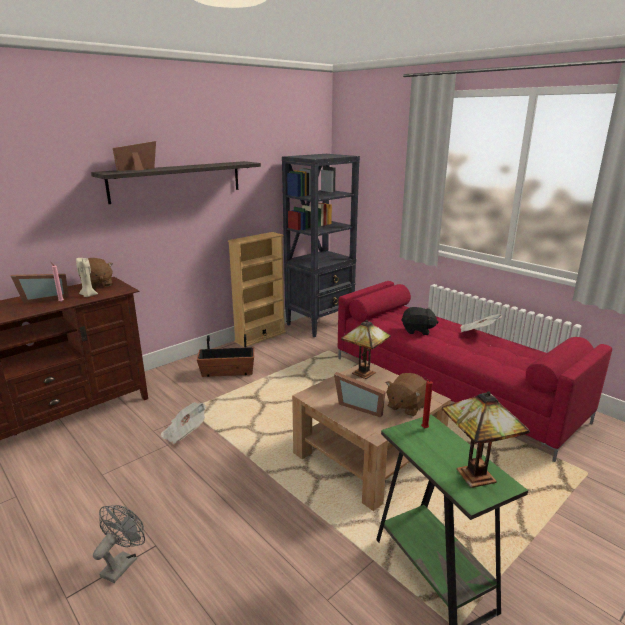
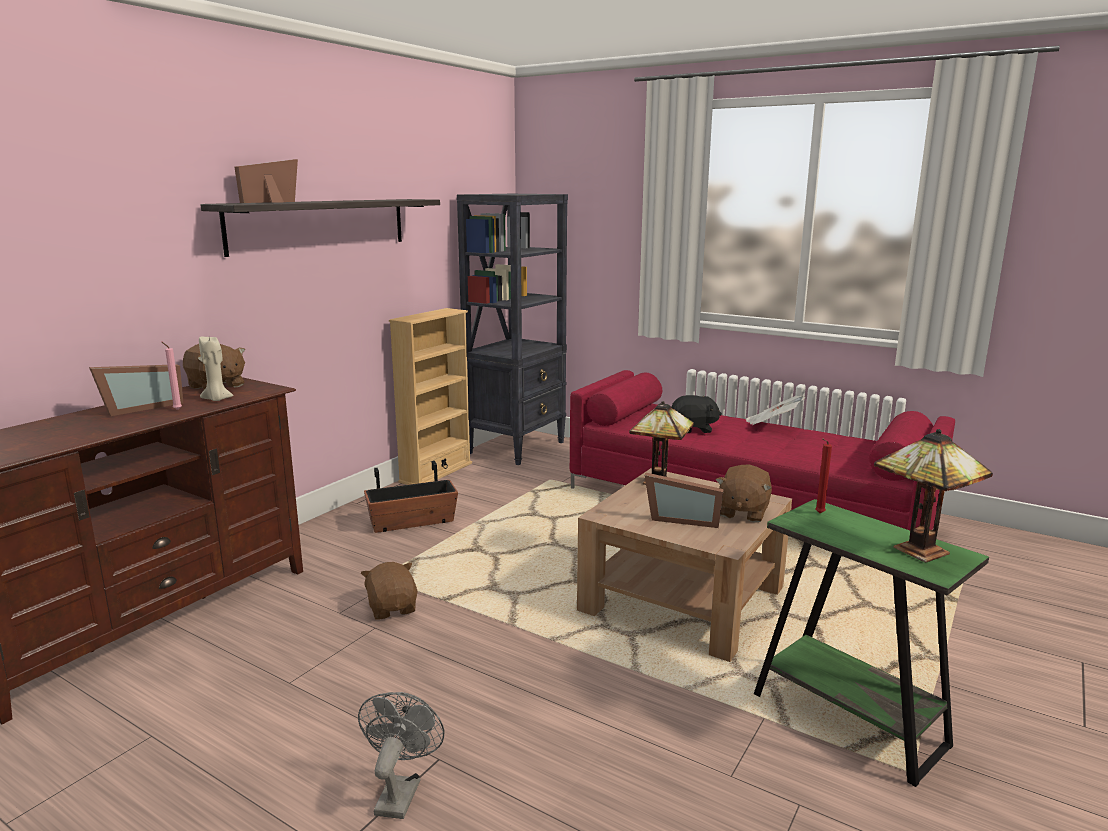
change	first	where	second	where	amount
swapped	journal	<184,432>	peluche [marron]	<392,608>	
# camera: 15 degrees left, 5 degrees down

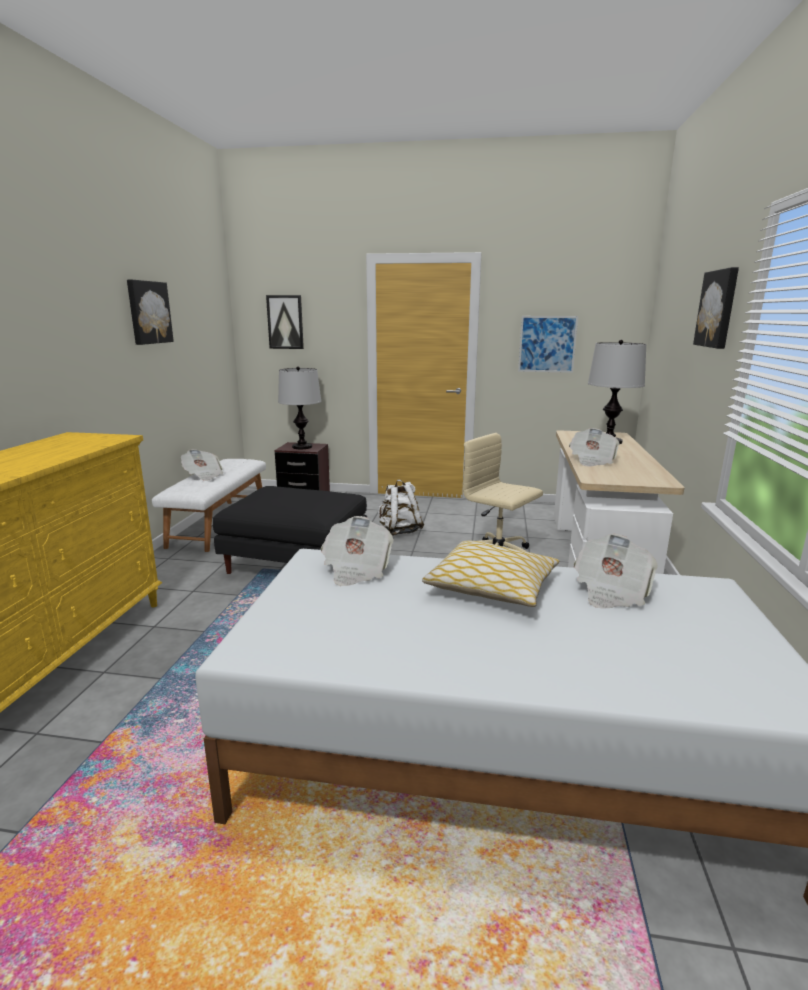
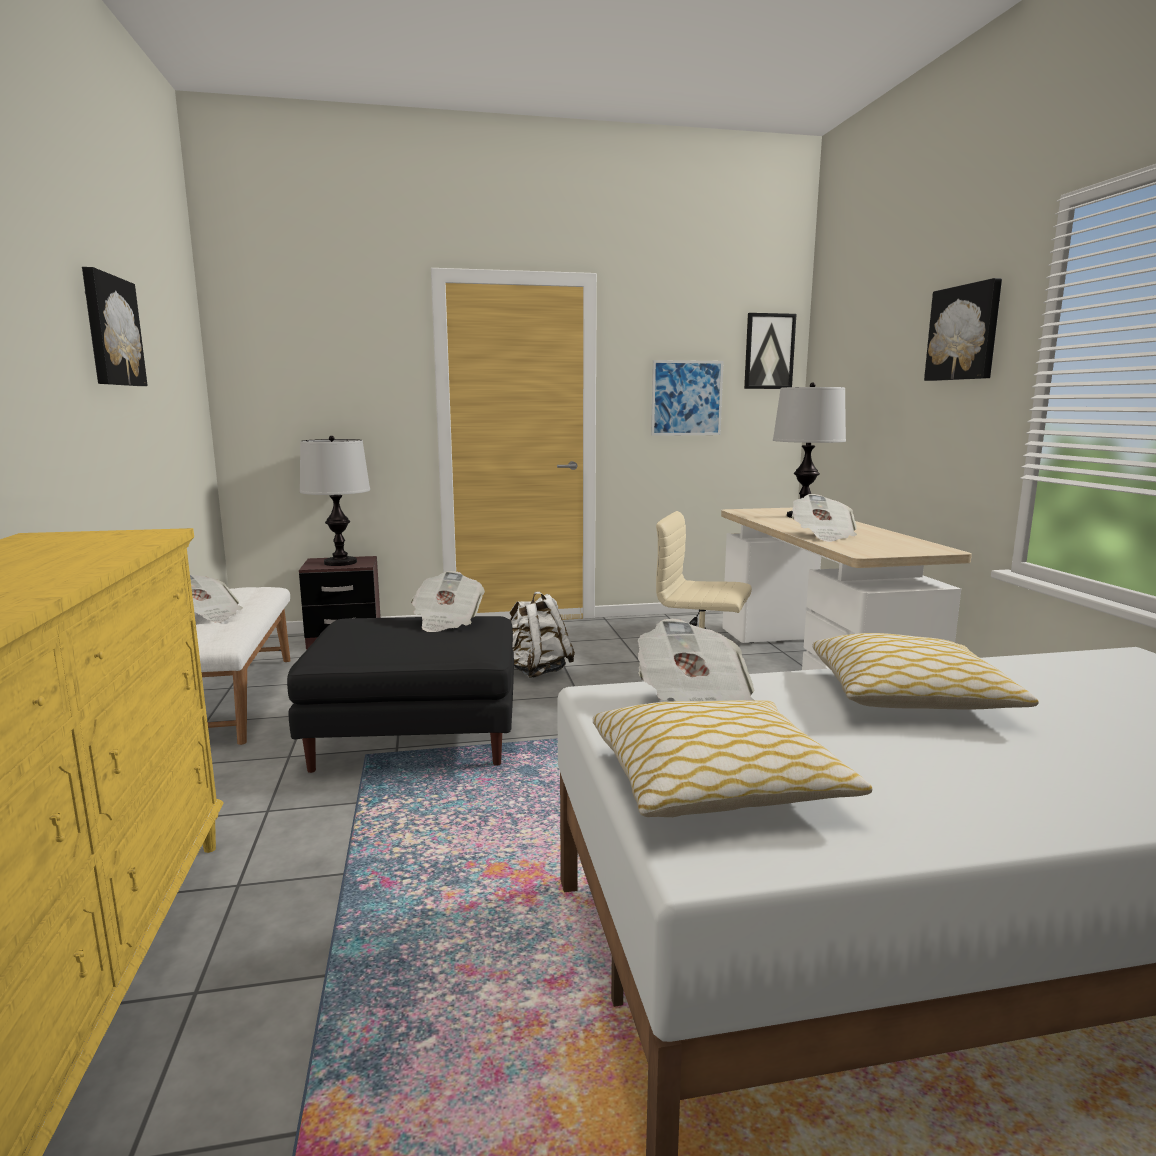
change	first	where	second	where	amount
shifted	journal	<610,591>		<447,621>	
new			coussin	<715,783>	
shifted	tableau	<285,322>		<769,351>	
# camera: 20 degrees left, 5 degrees down

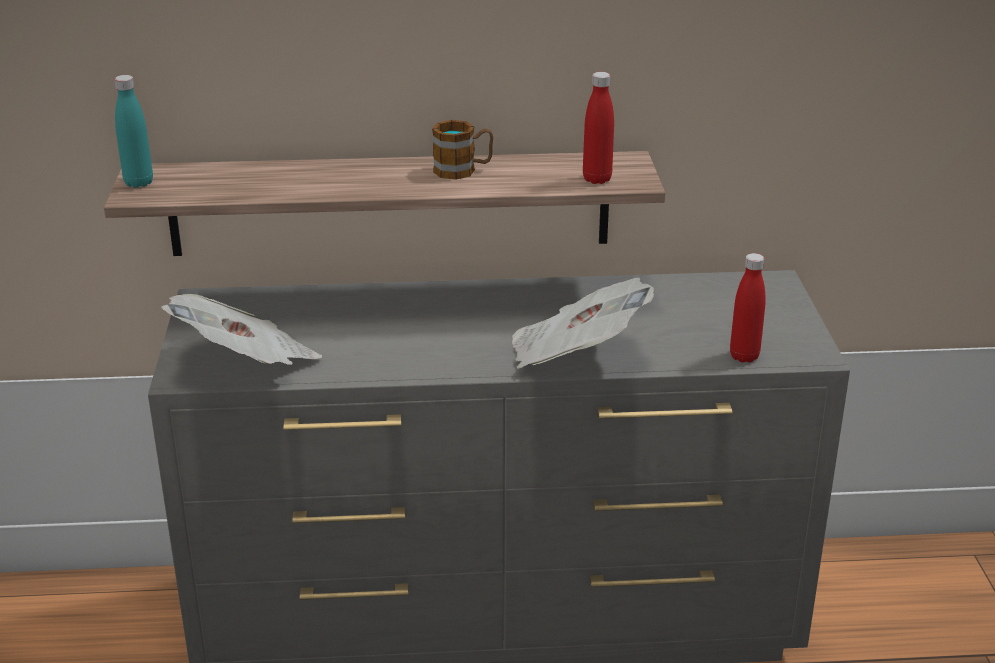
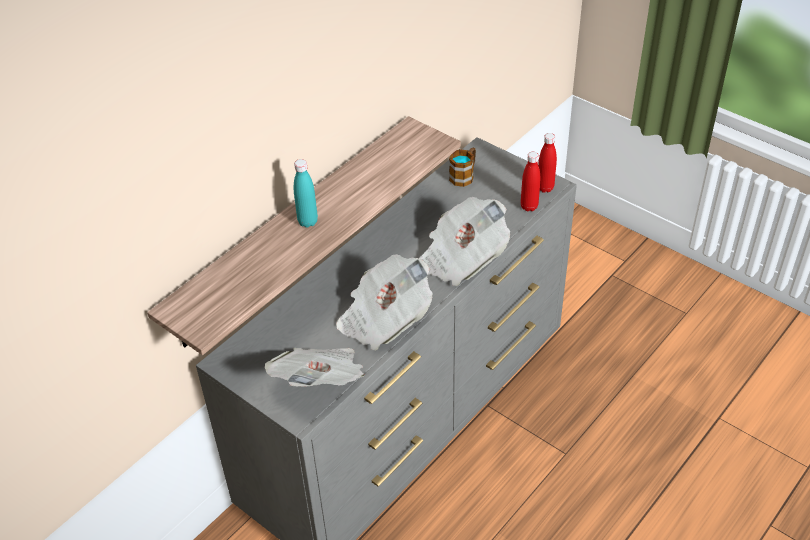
change	first	where	second	where	amount
shifted	bouteille [turquoise]	<138,183>		<308,222>	
new			journal	<384,319>	
shifted	mug	<463,170>		<464,175>	
shifted	bouteille [rouge]	<597,179>		<545,188>	
# camera: 45 degrees left, 15 degrees up

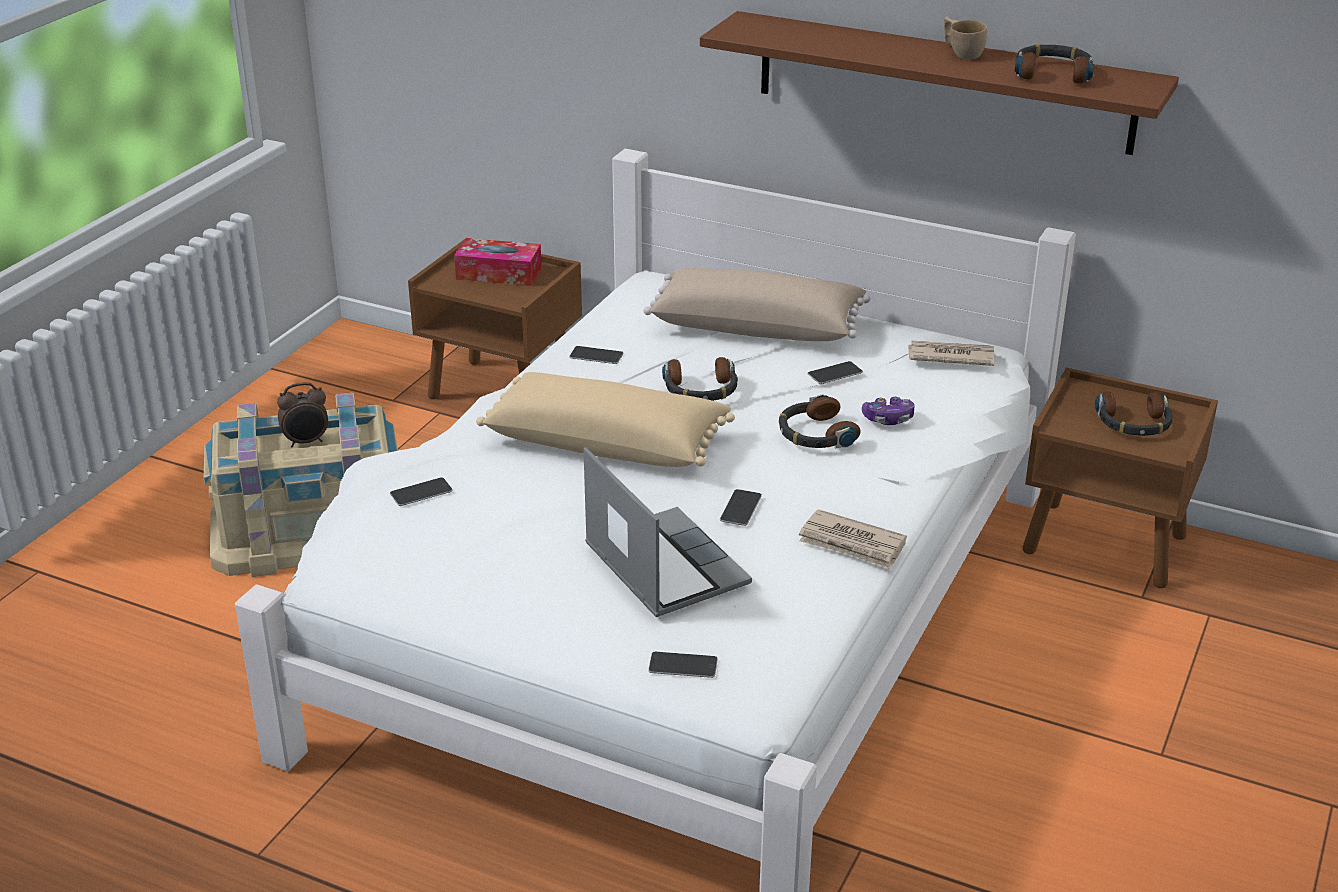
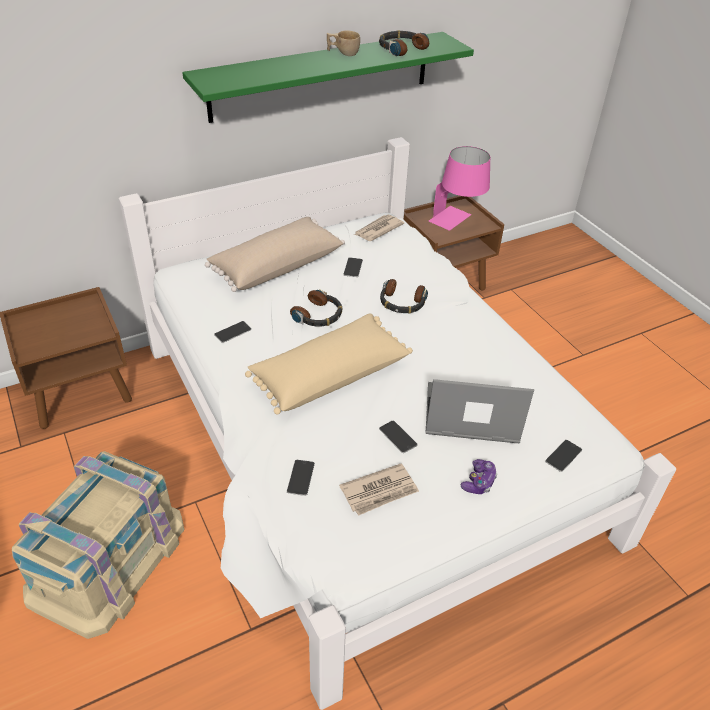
change	first	where	second	where	amount
repainted	étagère [marron]	<943,82>	étagère [vert]	<321,76>	
shifted	journal	<852,544>		<380,491>	
shifted	téléphone	<740,508>		<398,437>	
swapped	casque audio	<1133,424>	lampe de table [rose]	<457,221>	
shifted	manette	<888,419>		<478,482>	
gone	réveil	<306,442>			
gone	boîte à mouchoirs	<499,273>			
# camera: 55 degrees left, 10 degrees up

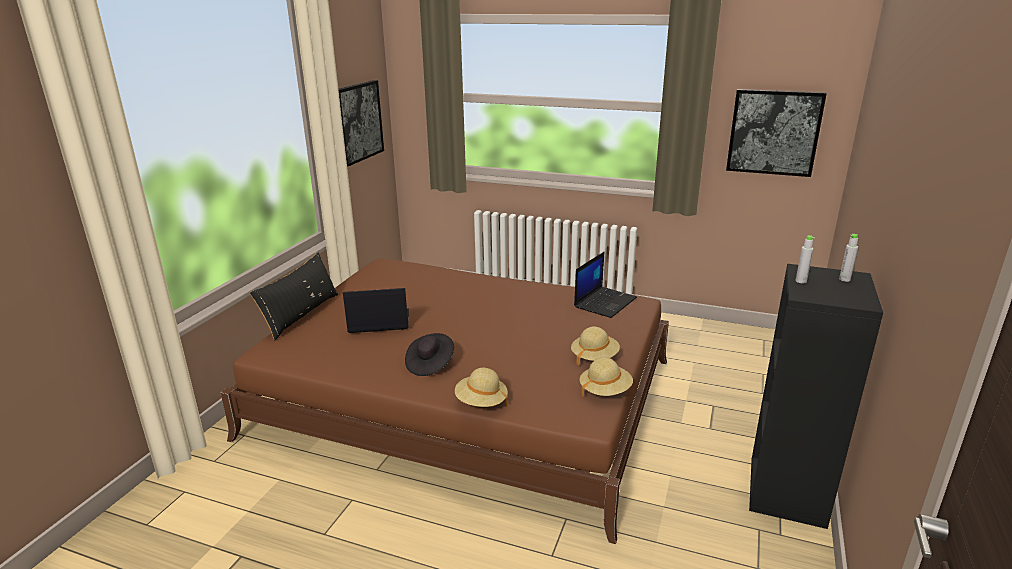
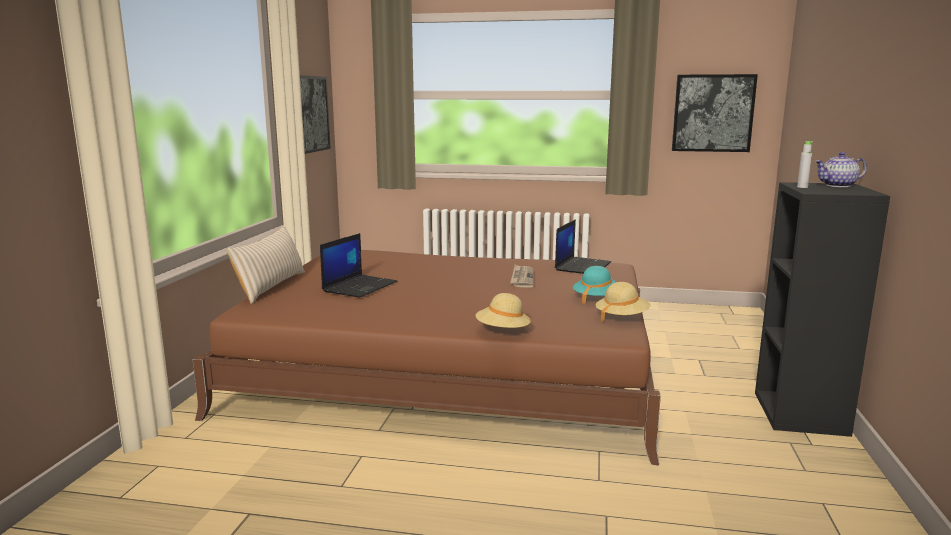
change	first	where	second	where	amount
repainted	coussin [noir]	<301,315>	coussin [beige]	<271,286>	
rotated	ordinateur portable	<378,322>		<360,286>	135 degrees clockwise
new			journal	<522,278>	
repainted	chapeau [beige]	<594,357>	chapeau [turquoise]	<596,298>	
swapped	bouteille [gris]	<844,279>	théière	<838,186>	
gone	chapeau [noir]	<430,364>			
# camera: 10 degrees left, 10 degrees down

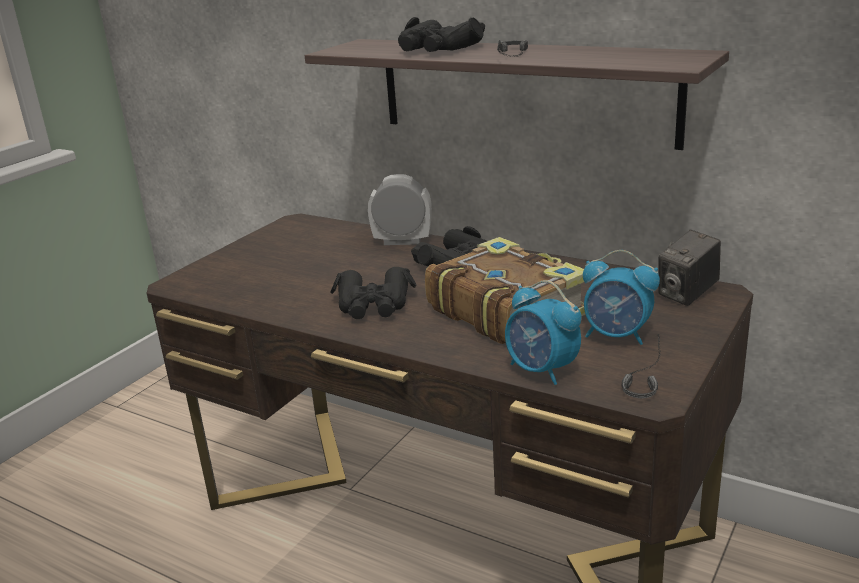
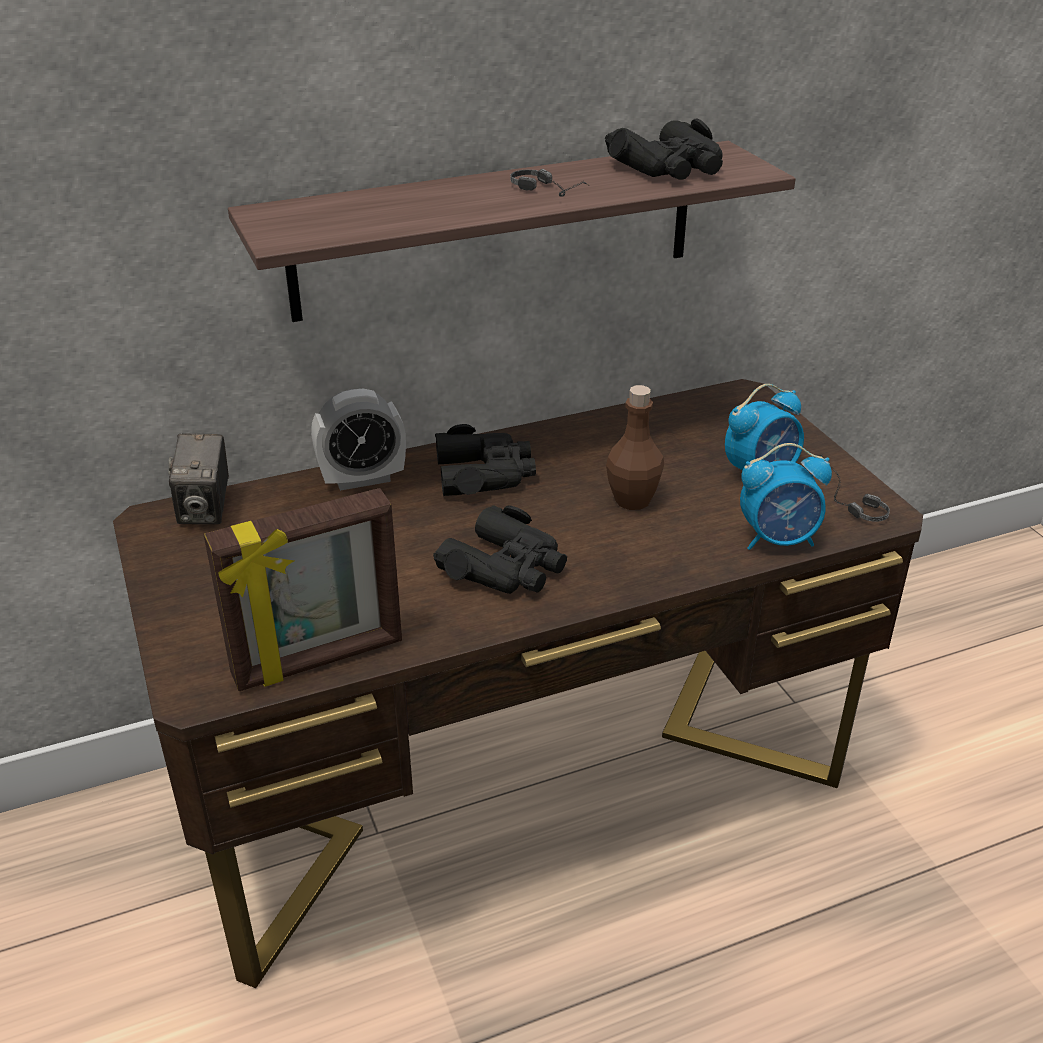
change	first	where	second	where	amount
shifted	appareil photo	<687,295>		<206,509>	
new			cadre photo	<319,660>	
rotated	réveil	<402,241>		<362,479>	150 degrees counterclockwise
shifted	jumelles [noir]	<437,49>		<669,168>	
swapped	livre	<506,309>	bouteille [marron]	<632,500>	
# camera: 55 degrees left, 10 degrees up

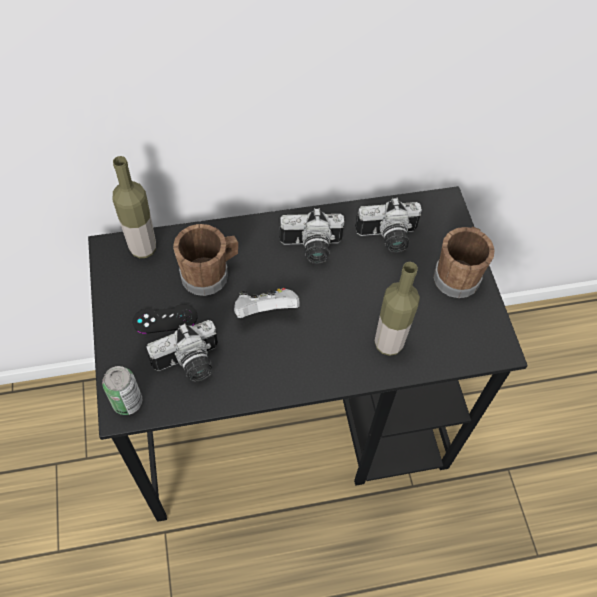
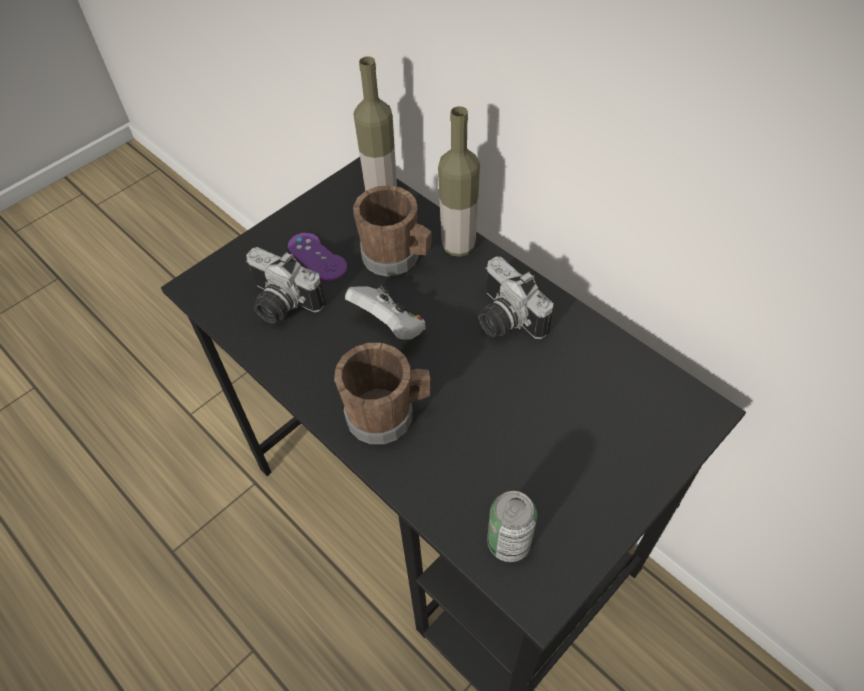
change	first	where	second	where	amount
repainted	manette [noir]	<165,319>	manette [violet]	<317,257>	
shifted	mug [marron]	<458,274>		<388,414>	
shifted	bouteille	<388,344>		<458,246>	
shifted	boîte métallique	<127,402>		<509,542>	
gone	appareil photo	<388,238>			
# camera: 60 degrees right, 5 degrees down

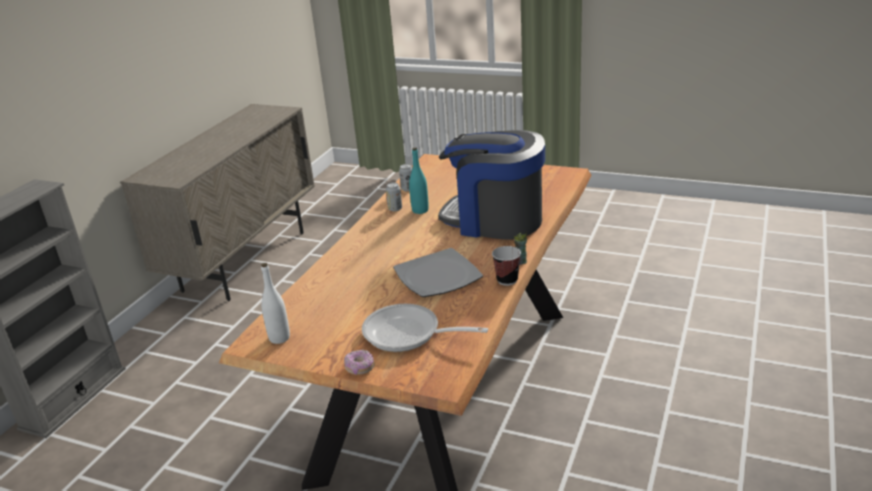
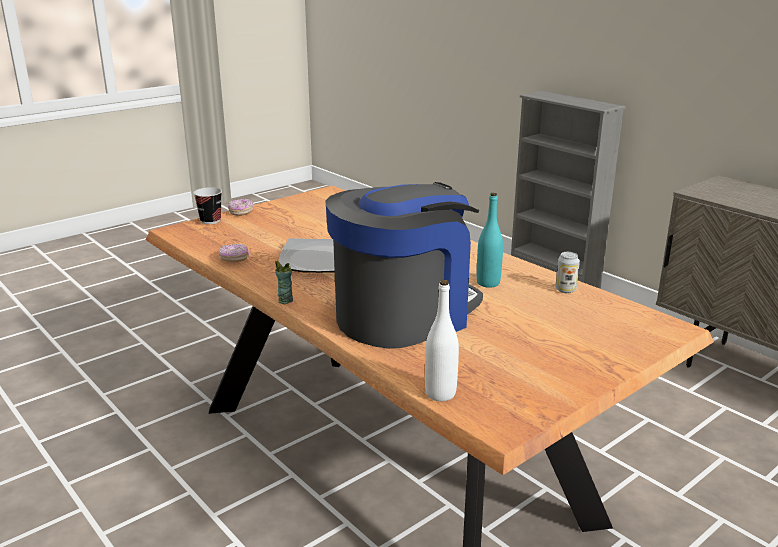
change	first	where	second	where	amount
shifted	tasse	<507,280>		<210,221>	
new			beignet	<234,259>	
shifted	bouteille [blanc]	<279,338>		<440,393>	
gone	poêle	<408,334>			
gone	boîte métallique	<395,209>			
# camera: 115 degrees right, 5 degrees down

